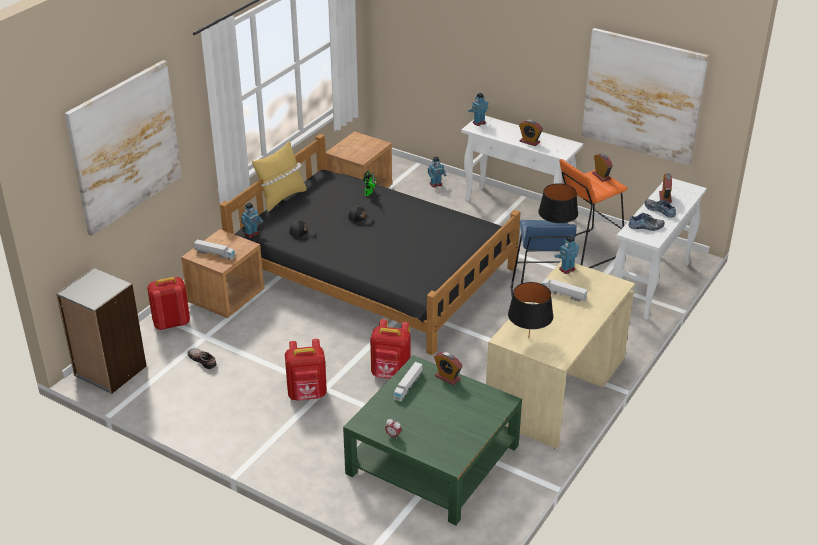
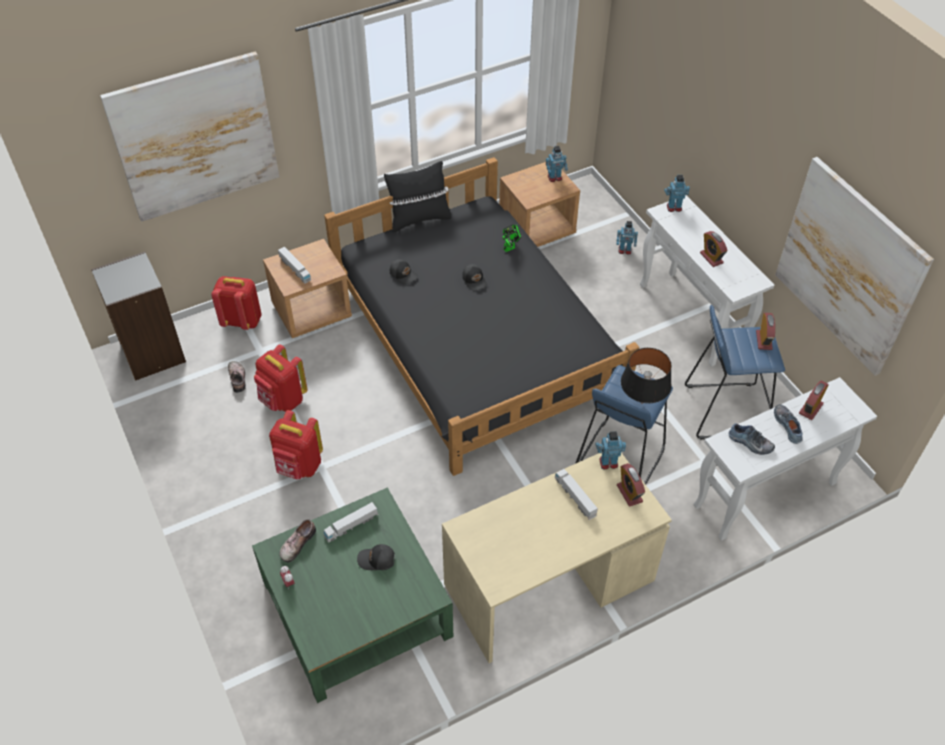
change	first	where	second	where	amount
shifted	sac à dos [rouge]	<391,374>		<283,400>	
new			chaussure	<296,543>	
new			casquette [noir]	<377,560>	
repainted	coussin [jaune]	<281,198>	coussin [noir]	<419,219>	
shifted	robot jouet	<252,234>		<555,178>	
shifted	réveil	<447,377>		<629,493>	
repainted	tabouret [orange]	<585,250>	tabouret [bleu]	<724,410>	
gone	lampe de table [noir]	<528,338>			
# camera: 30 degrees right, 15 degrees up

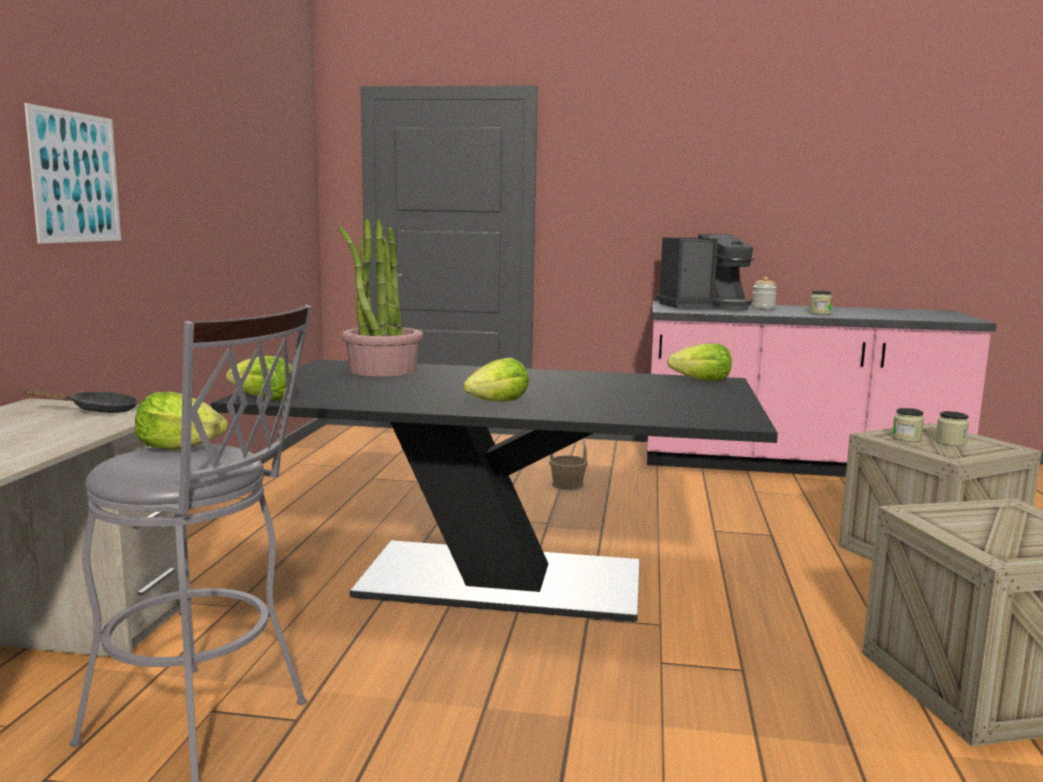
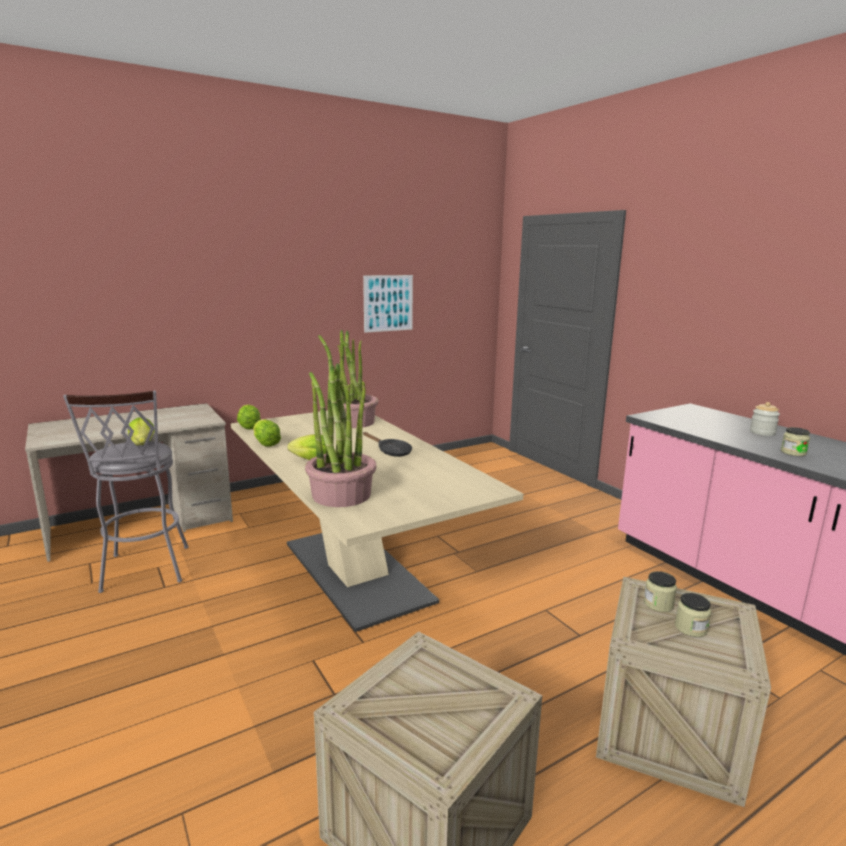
change	first	where	second	where	amount
repainted	table à manger [noir]	<502,581>	table à manger [beige]	<356,572>	
shifted	laitue	<702,381>		<266,444>	
new			plante en pot	<341,494>	
shifted	tableau	<75,177>		<388,303>	
shifted	poêle [noir]	<97,411>		<391,452>	
gone	panier	<568,485>			
gone	machine à café	<705,307>			
# camera: 50 degrees right, 5 degrees up

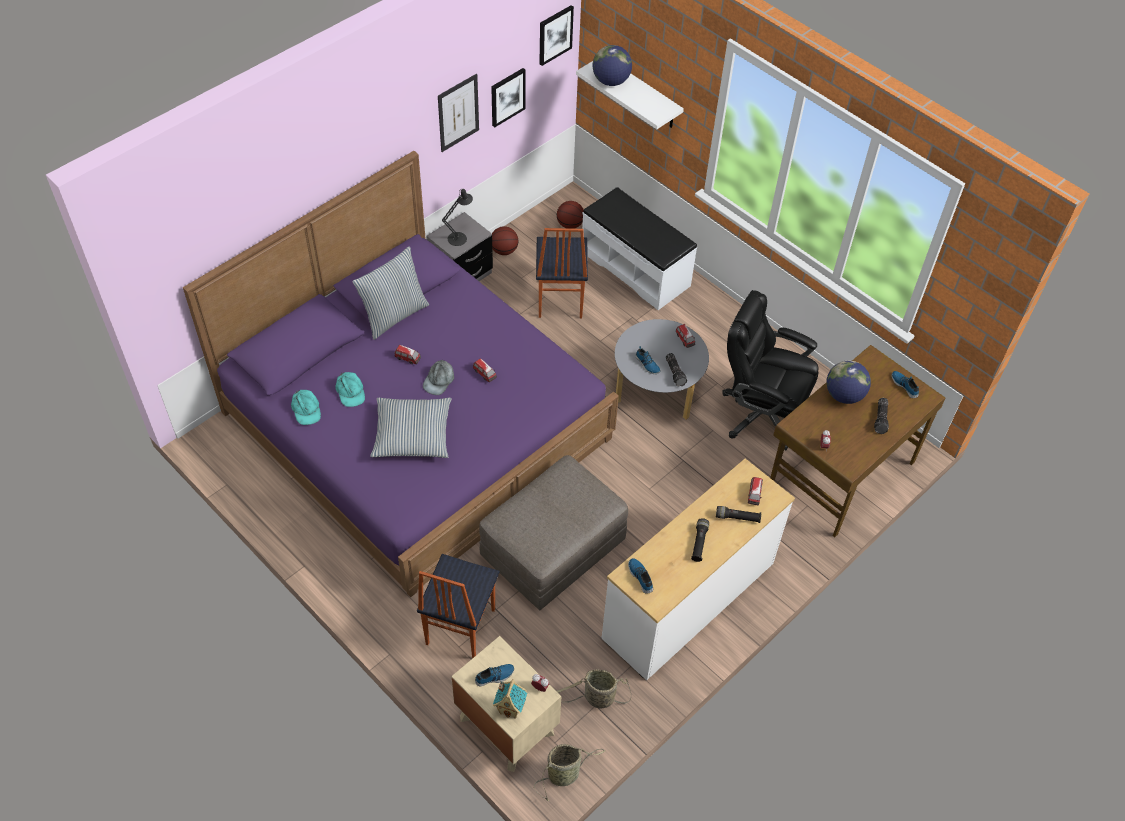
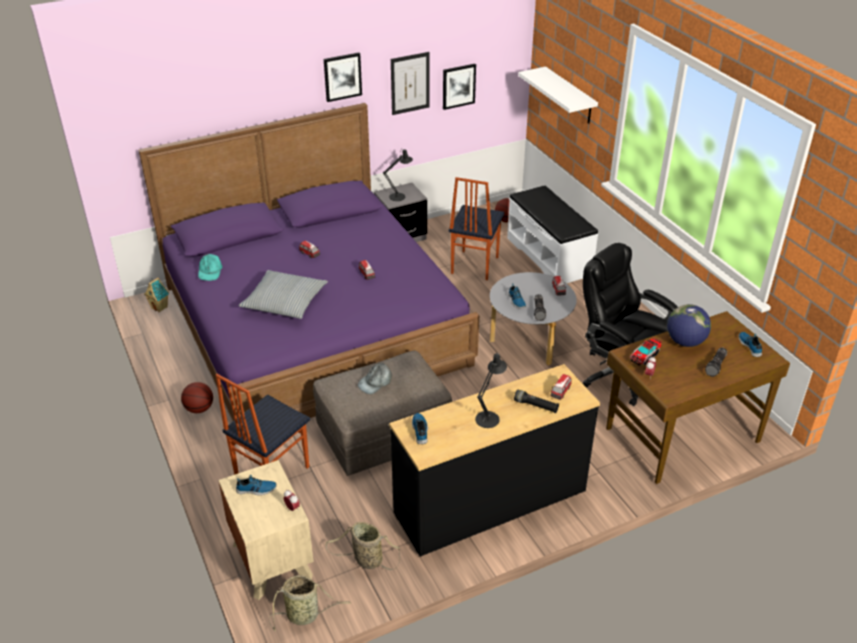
change	first	where	second	where	amount
shifted	maison miniature	<510,708>		<160,307>	
shifted	ballon de basket	<504,250>		<199,409>	
shifted	tableau	<555,34>		<342,76>	
shifted	casquette [gris]	<439,380>		<375,382>	
repainted	commode [blanc]	<689,601>	commode [noir]	<491,502>	
swapped	lampe de poche [noir]	<699,543>	lampe de table [noir]	<489,417>	
new			camion jouet	<644,356>	
gone	casquette [turquoise]	<350,392>			
gone	coussin	<394,315>			
gone	globe	<611,81>			
# camera: 20 degrees right, 15 degrees down

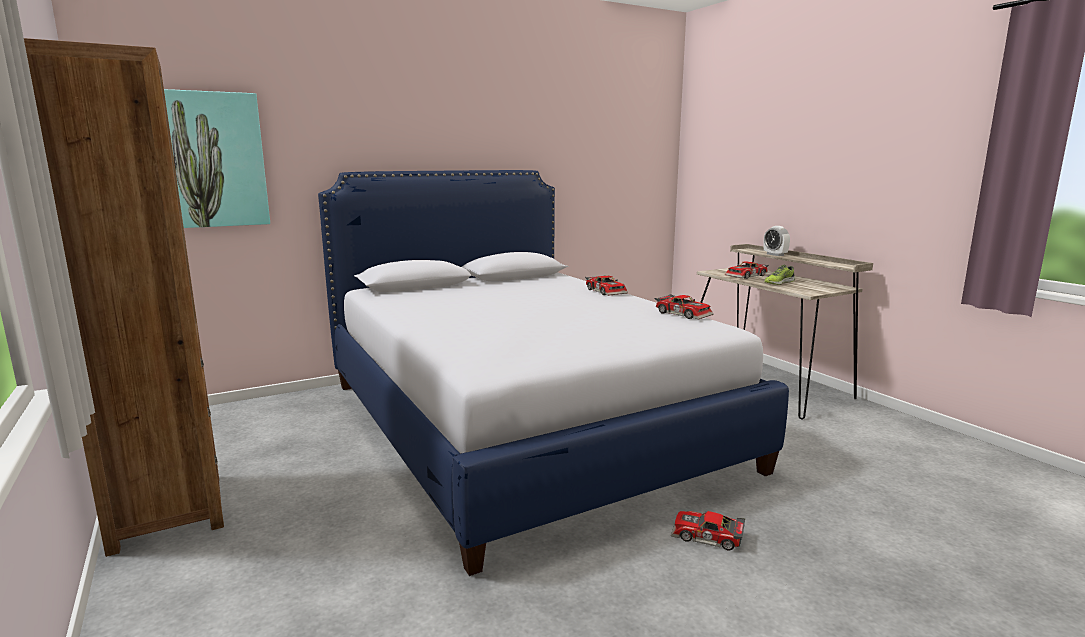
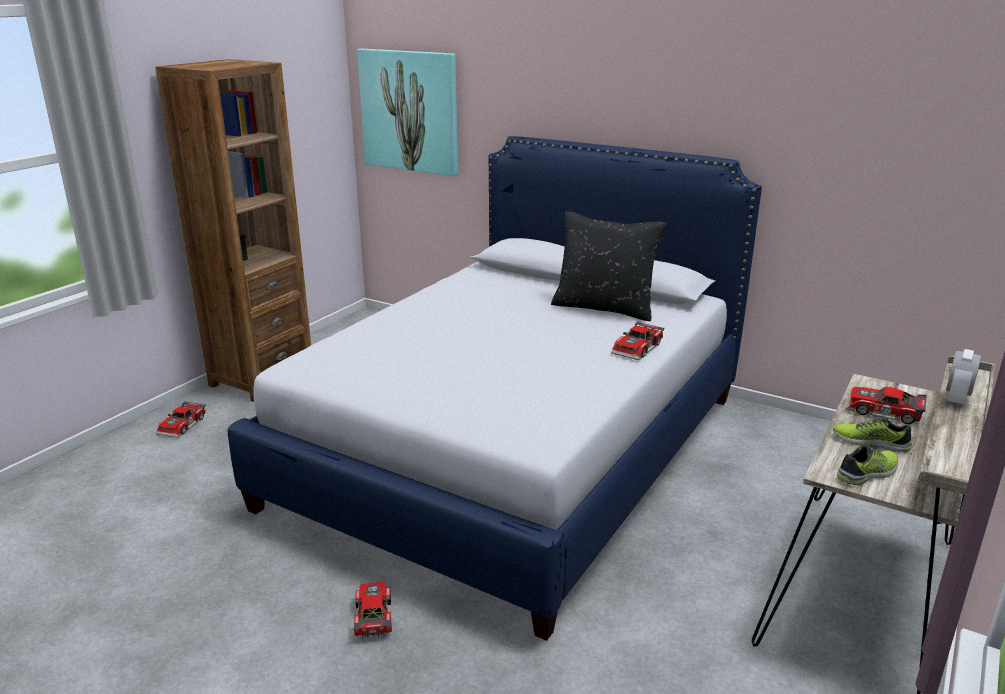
change	first	where	second	where	amount
shifted	petite voiture	<684,313>		<184,425>	
new			coussin [noir]	<604,308>	
new			chaussure	<868,473>	
# camera: 60 degrees right, 10 degrees up

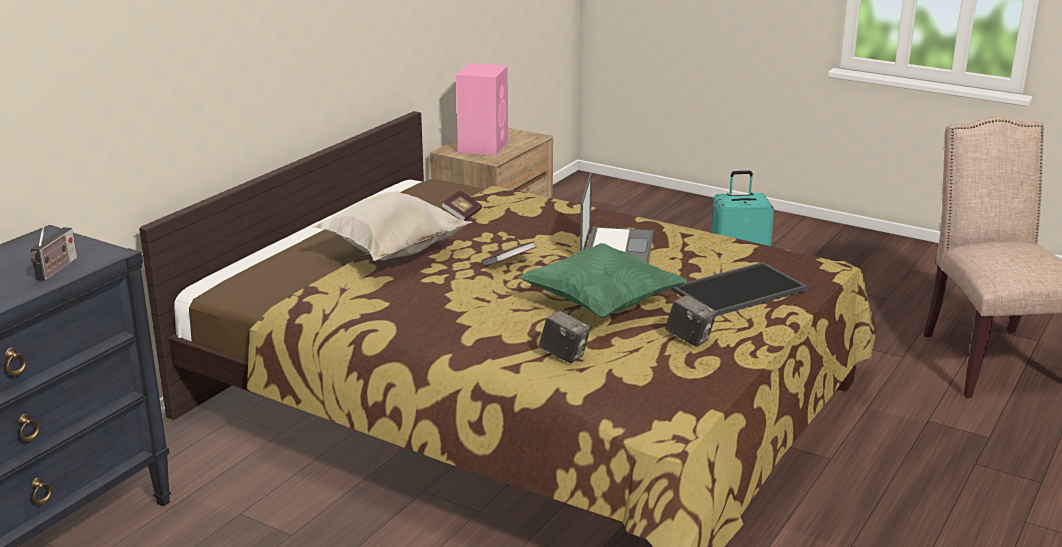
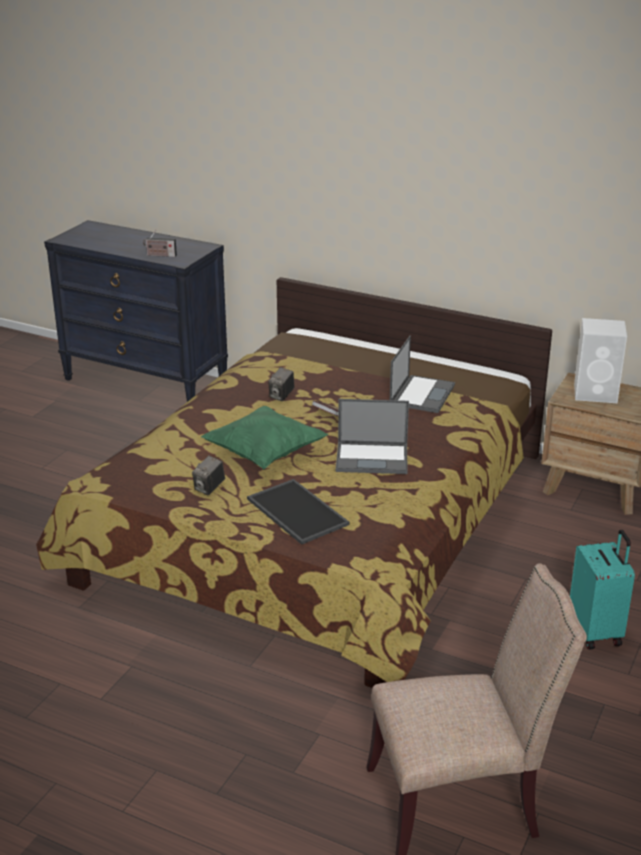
change	first	where	second	where	amount
shifted	appareil photo	<564,355>		<281,396>	
swapped	livre	<462,215>	ordinateur portable	<422,394>	
repainted	enceinte [rose]	<483,146>	enceinte [blanc]	<596,393>	
gone	coussin [blanc]	<391,253>			
# camera: 85 degrees right, 5 degrees up

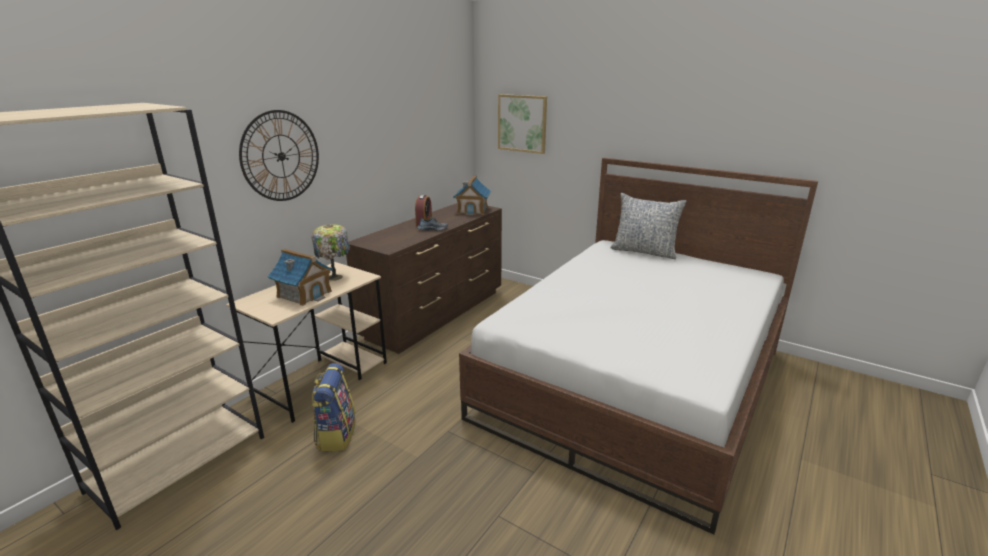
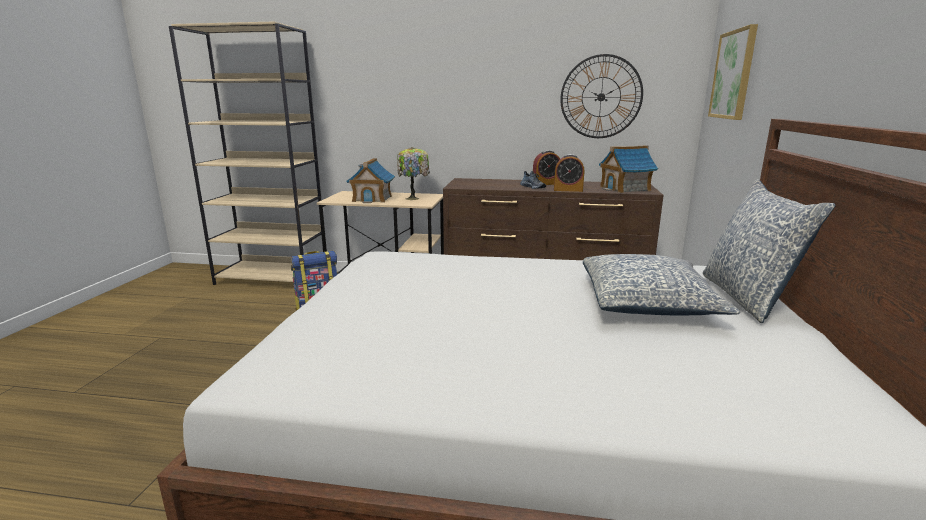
change	first	where	second	where	amount
new			réveil	<568,190>	
shifted	horloge murale	<281,156>		<601,97>	
new			coussin	<647,303>	
# camera: 65 degrees right, 5 degrees down

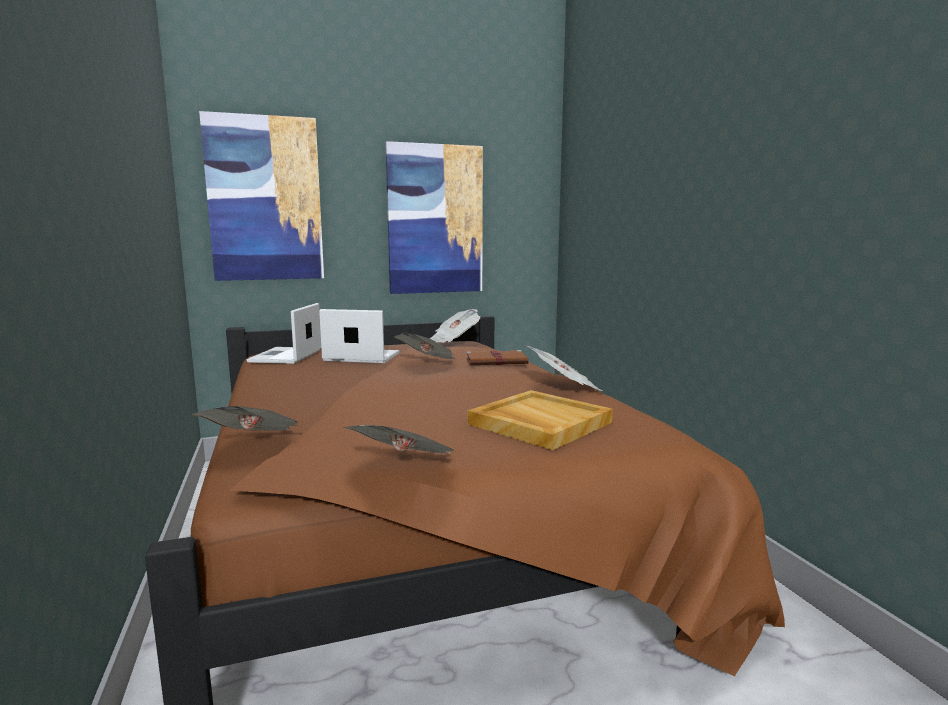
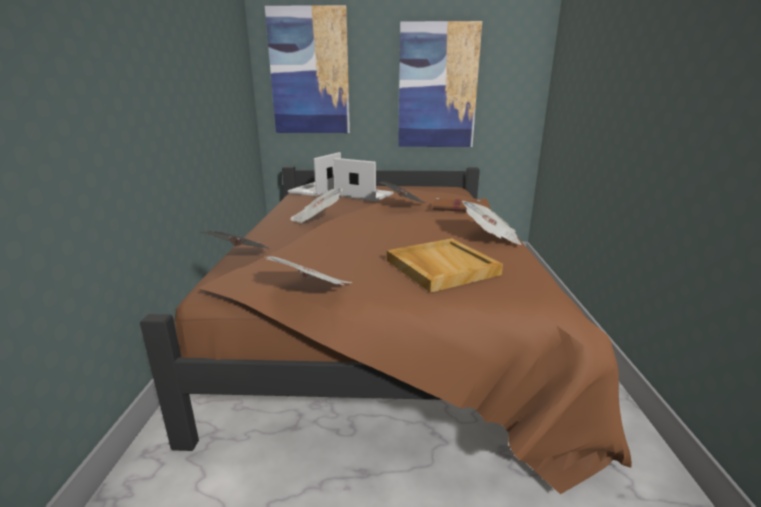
change	first	where	second	where	amount
shifted	journal	<453,340>		<316,219>	
# camera: 20 degrees right, 10 degrees up

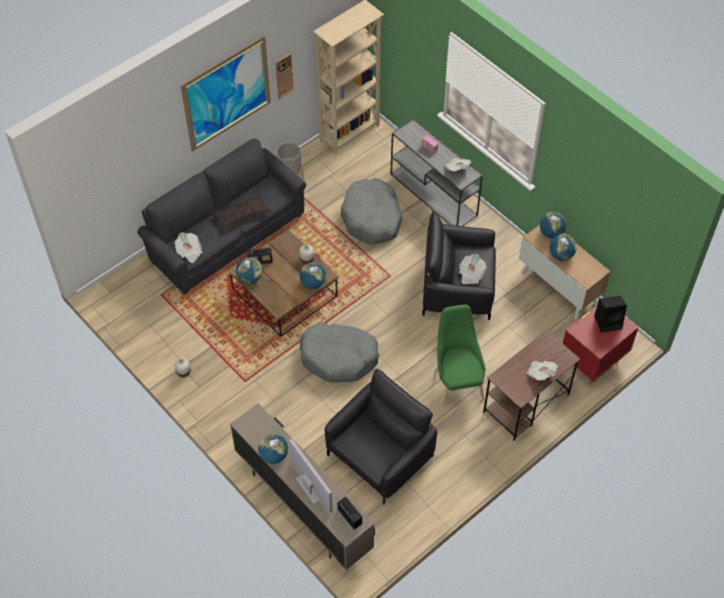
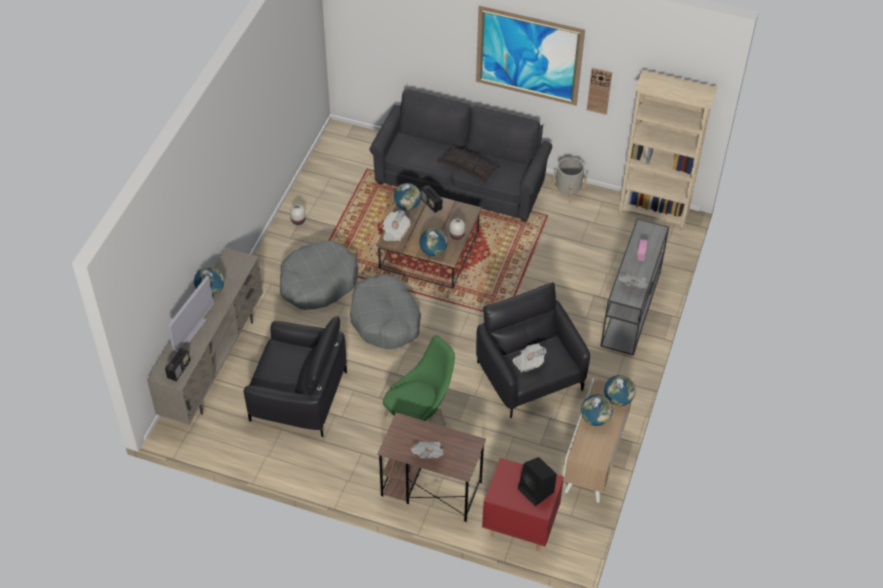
change	first	where	second	where	amount
shifted	panier pour chien [gris]	<372,218>		<318,283>	
shifted	journal	<189,252>		<395,232>	
# camera: 60 degrees right, 5 degrees down

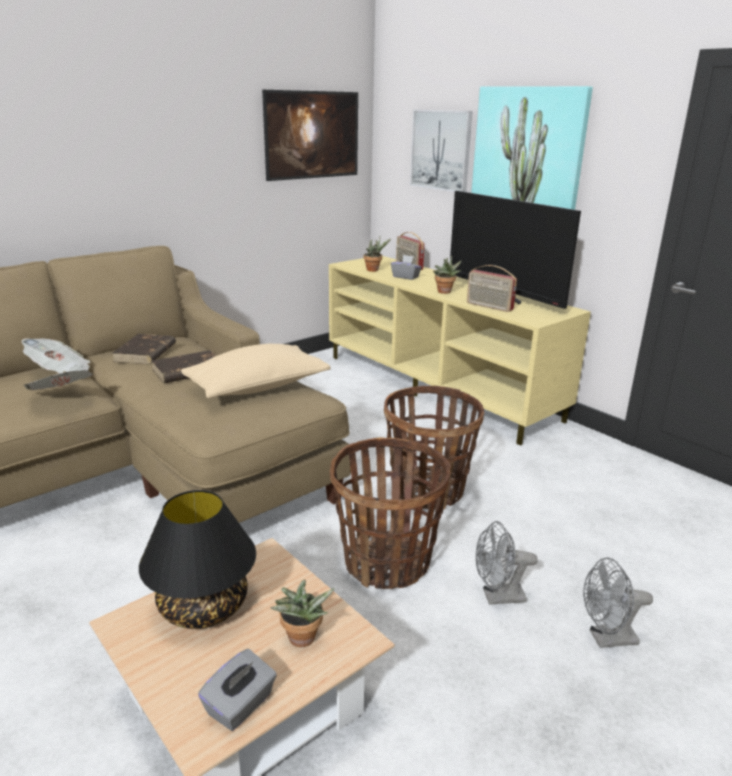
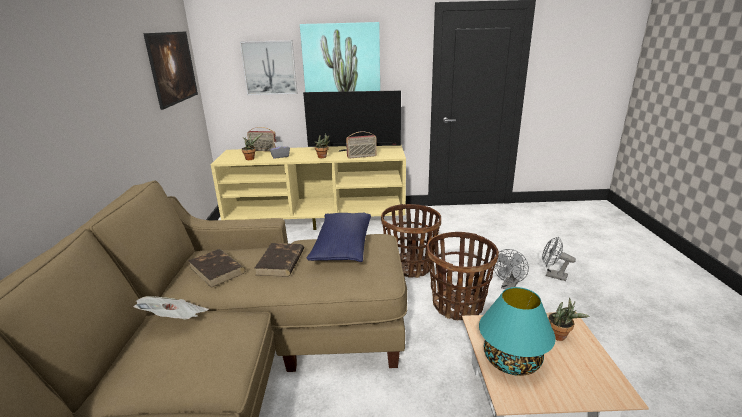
change	first	where	second	where	amount
repainted	coussin [beige]	<257,387>	coussin [bleu]	<342,247>	
repainted	lampe de table [noir]	<203,606>	lampe de table [turquoise]	<511,361>	
rotated	ventilateur [gris]	<606,639>		<552,275>	90 degrees clockwise
gone	journal	<62,397>			
gone	boîte à mouchoirs [gris]	<240,705>			
# camera: 50 degrees left, 0 degrees up

